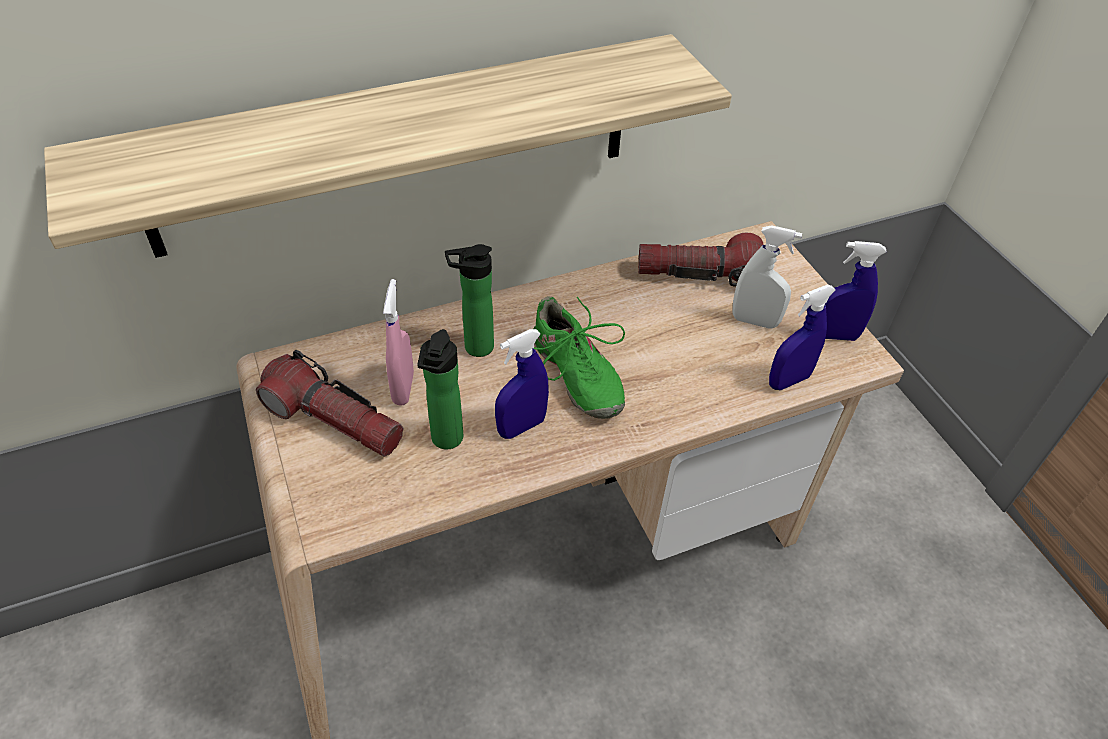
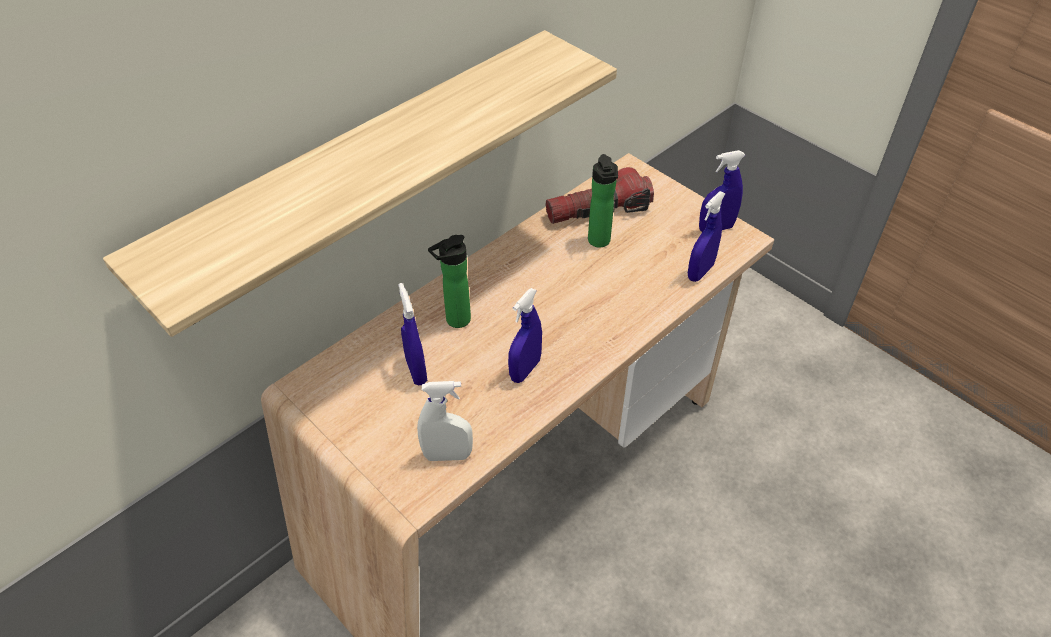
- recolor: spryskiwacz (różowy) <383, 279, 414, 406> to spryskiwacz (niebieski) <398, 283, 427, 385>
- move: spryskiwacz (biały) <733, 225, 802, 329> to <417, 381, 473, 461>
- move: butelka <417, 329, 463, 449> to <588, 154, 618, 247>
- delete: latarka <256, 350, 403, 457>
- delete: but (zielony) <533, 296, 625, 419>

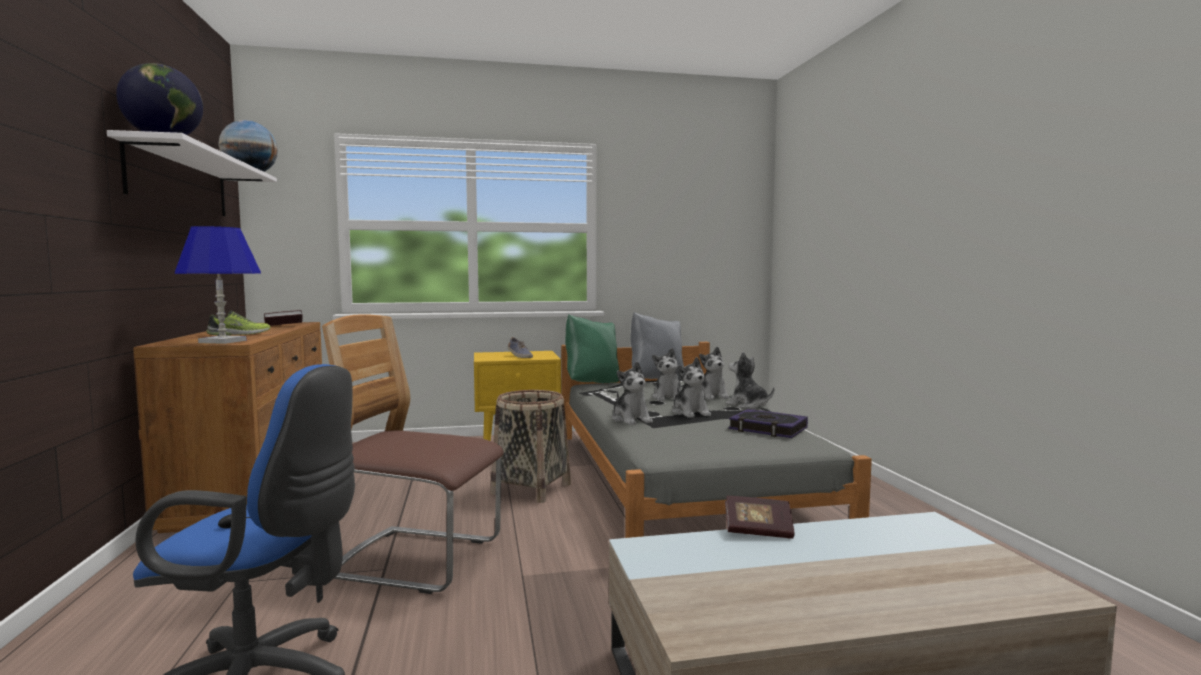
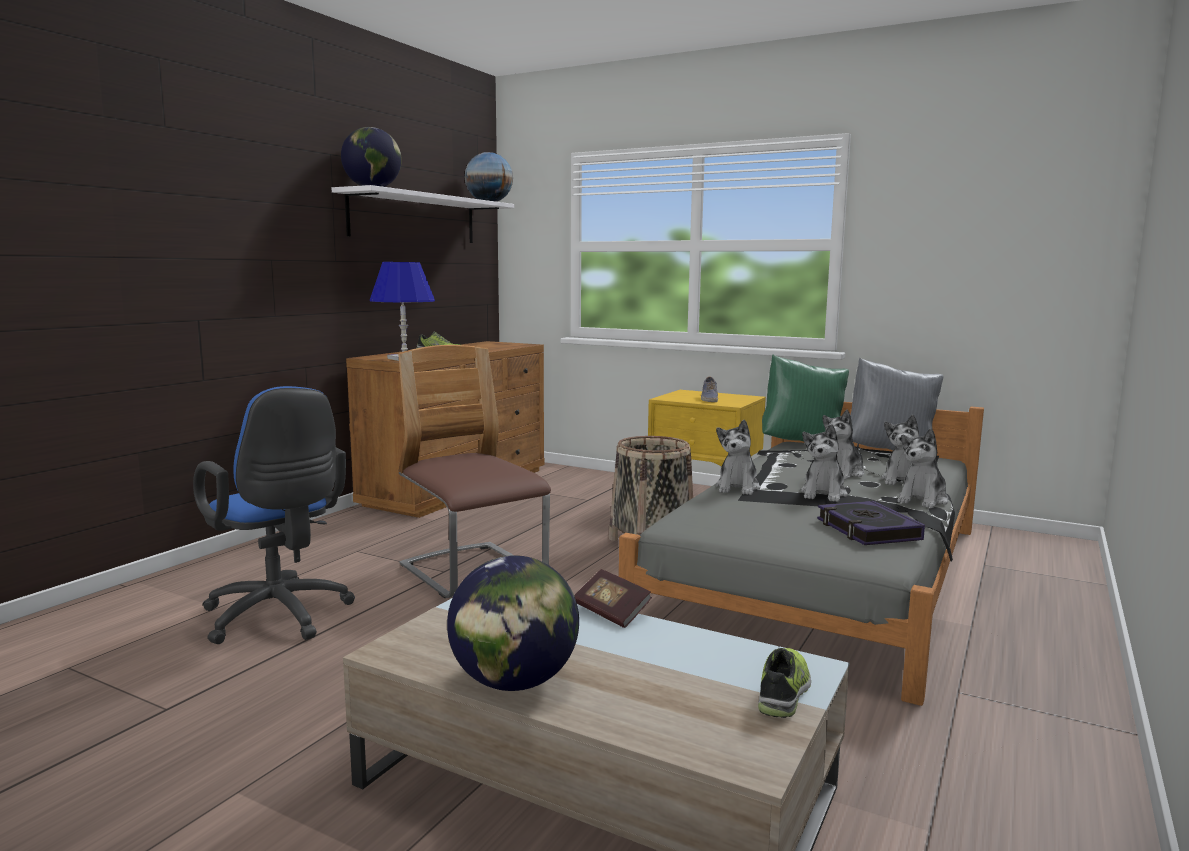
- insert: globus <447, 555, 579, 691>
- insert: but <758, 648, 811, 718>
- rotate: pluszak <726, 352, 774, 409> = <897, 428, 949, 508> 135 degrees counterclockwise
- delete: książka <264, 310, 303, 326>

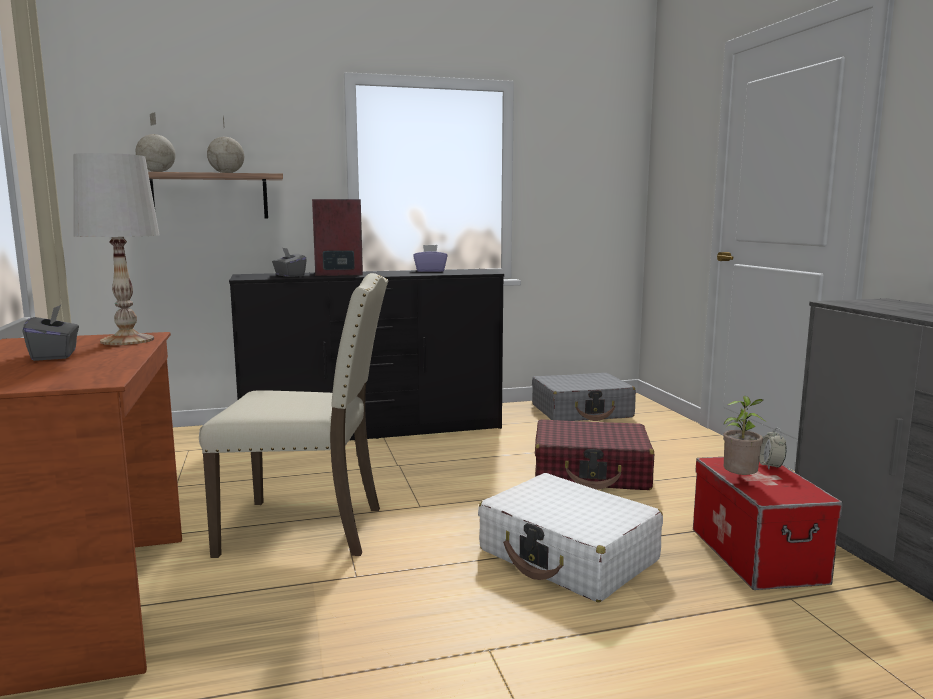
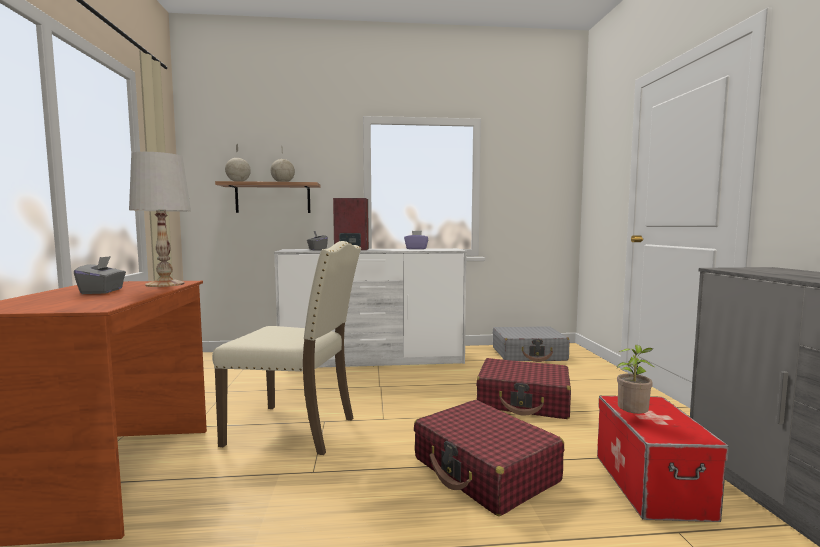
- recolor: komoda (czarny) <229, 269, 504, 441> to komoda (biały) <274, 248, 467, 368>
- recolor: walizka (biały) <478, 473, 663, 602> to walizka (czerwony) <414, 400, 564, 516>
- delete: budzik <759, 428, 787, 469>

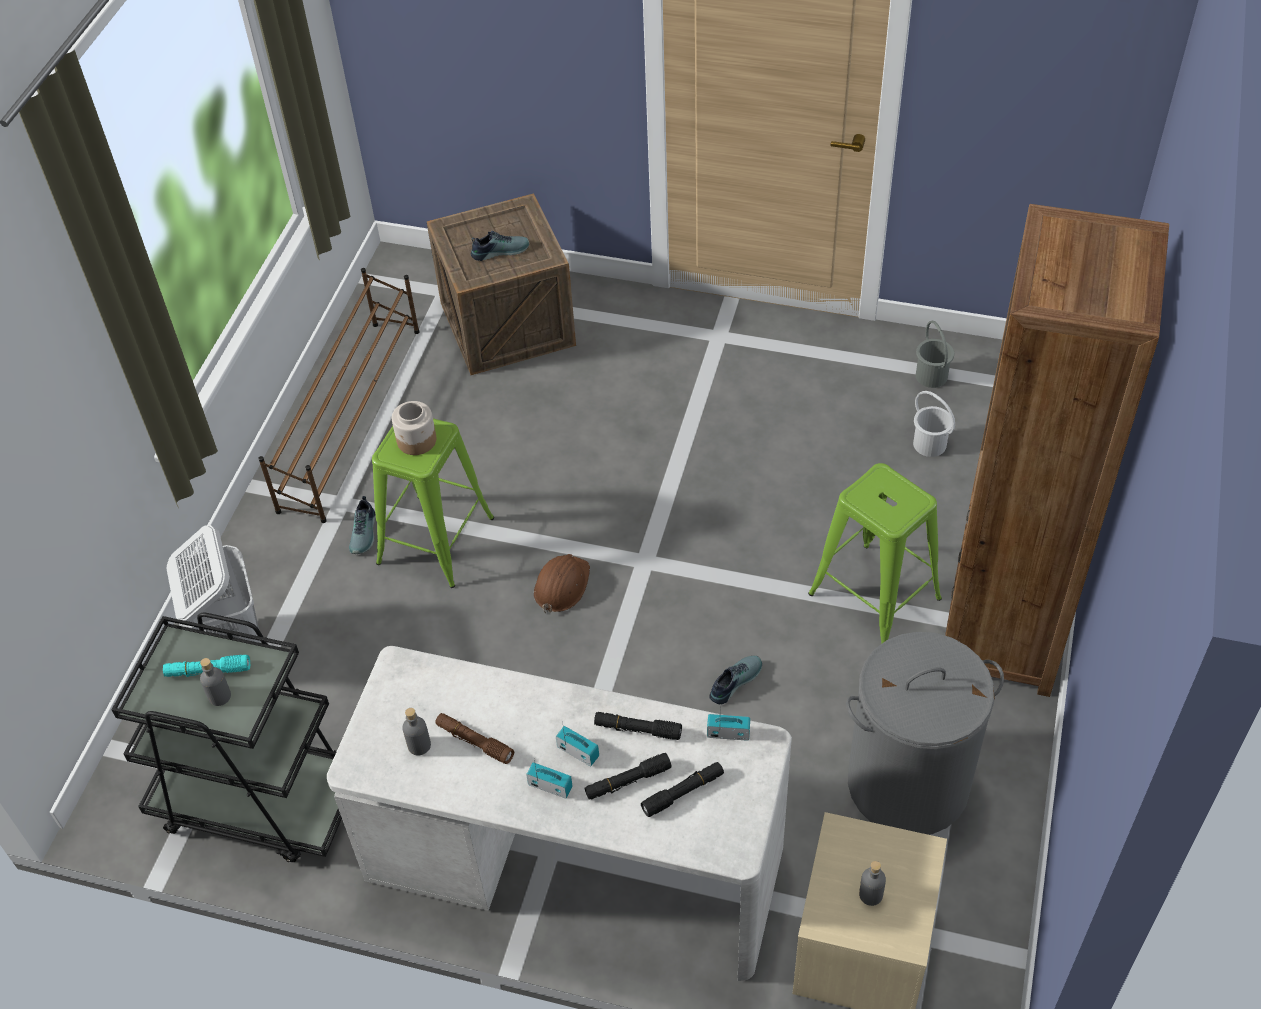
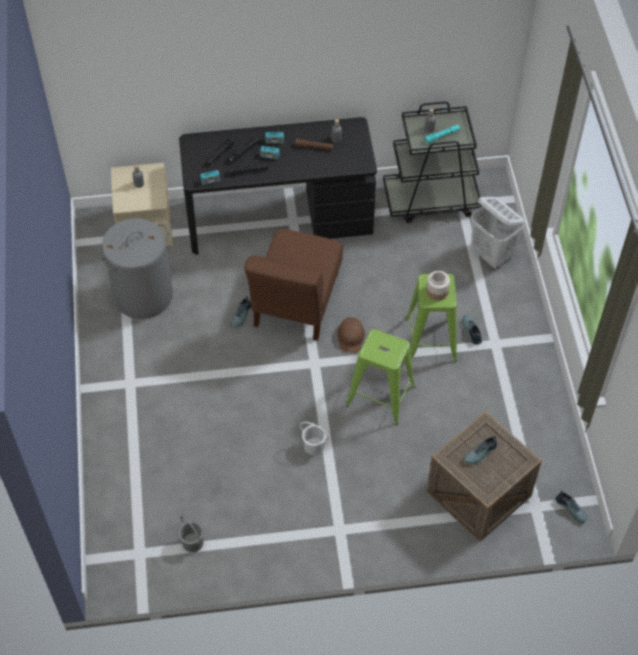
- recolor: biurko (biały) <327, 646, 792, 981> to biurko (czarny) <179, 117, 377, 255>
- insert: krzesło (brązowy) <244, 229, 343, 341>
- move: wiadro (biały) <913, 391, 955, 457> to <300, 422, 329, 455>
- move: stołek (zielony) <808, 463, 942, 643> to <346, 329, 416, 425>
- insert: but <556, 490, 587, 523>
- delete: regał na buty (brązowy) <258, 268, 419, 523>
- delete: regał (brązowy) <945, 204, 1169, 697>

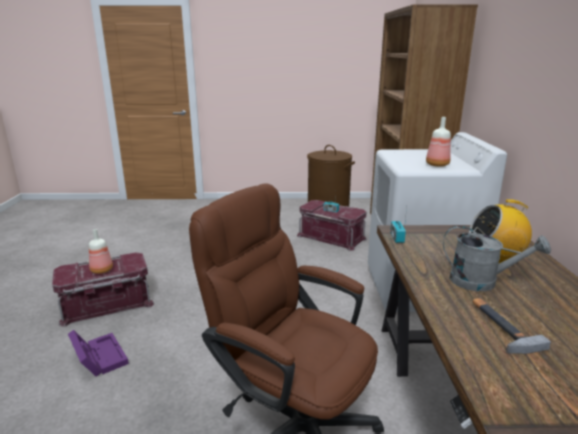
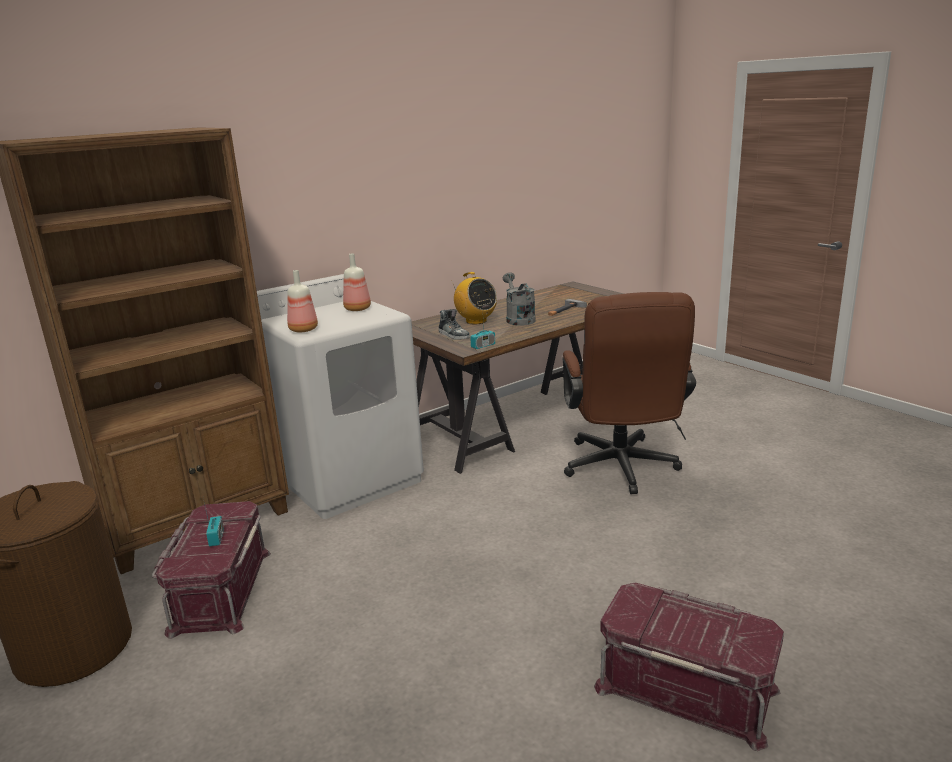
- move: butelka <89, 229, 113, 274> to <287, 270, 318, 332>
- insert: but <438, 309, 470, 340>
- delete: pojemnik do przechowywania (fioletowy) <68, 330, 129, 377>

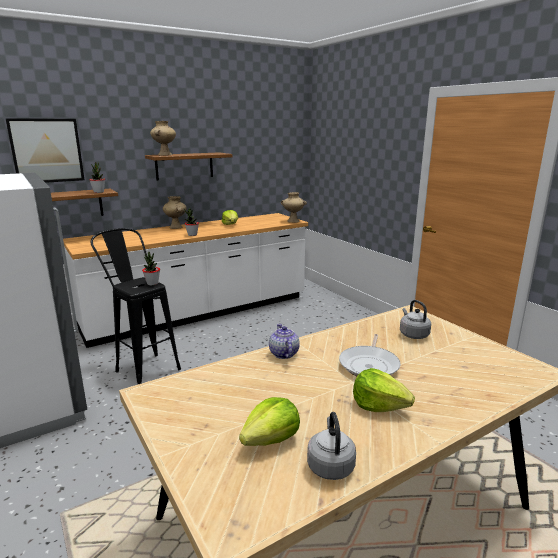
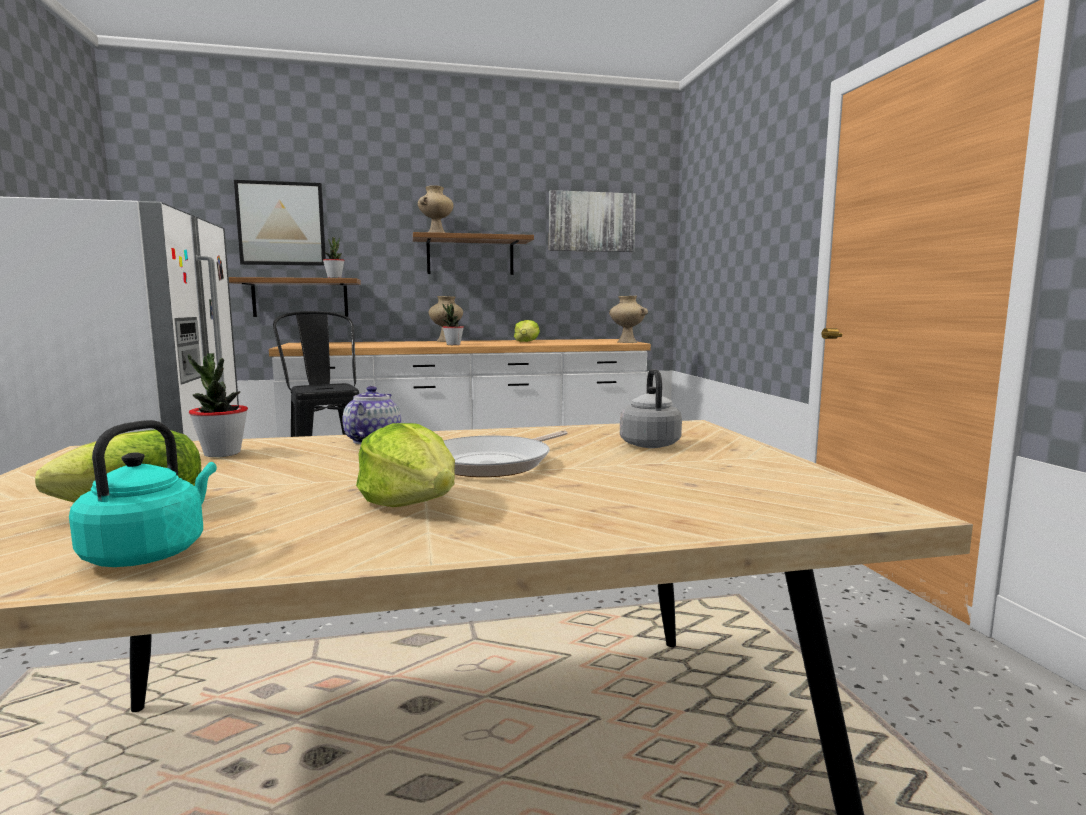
- recolor: czajnik (szary) <307, 412, 356, 480> to czajnik (turkusowy) <69, 420, 217, 567>
- move: roślina doniczkowa <142, 252, 160, 285> to <187, 353, 248, 457>
- insert: obraz <549, 190, 636, 252>

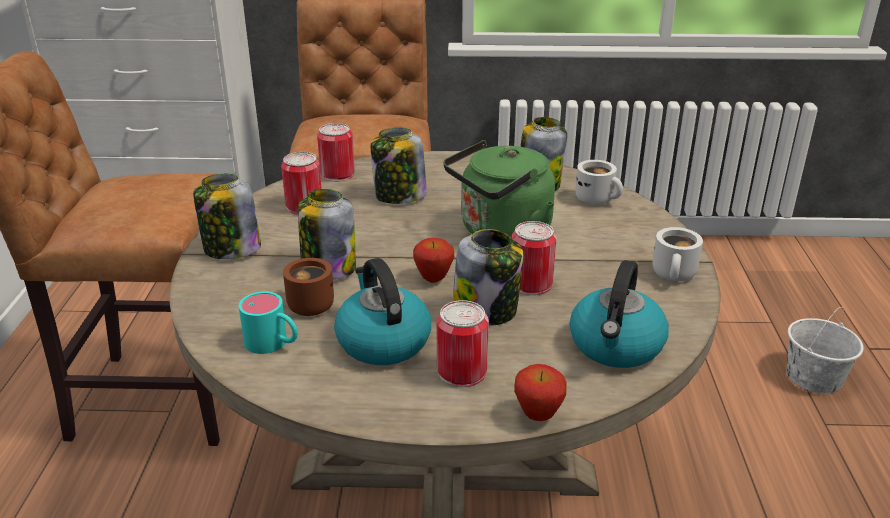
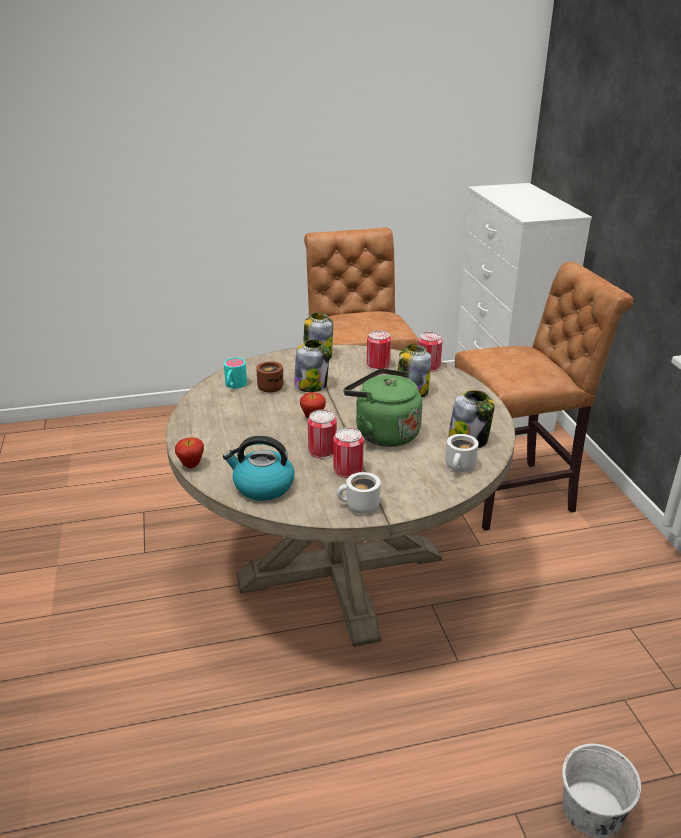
- move: puszka <436, 300, 489, 387> to <333, 427, 364, 478>
- delete: czajnik <334, 258, 431, 365>
- delete: słoik <453, 229, 523, 326>

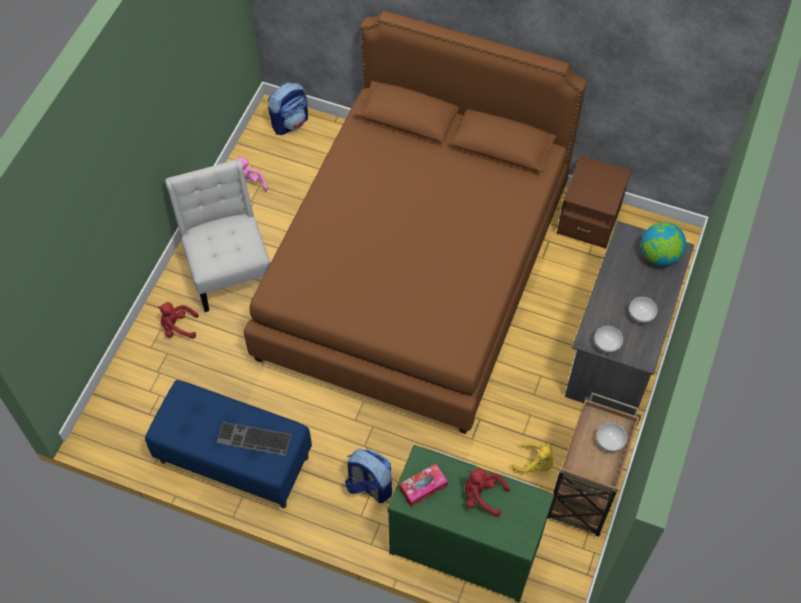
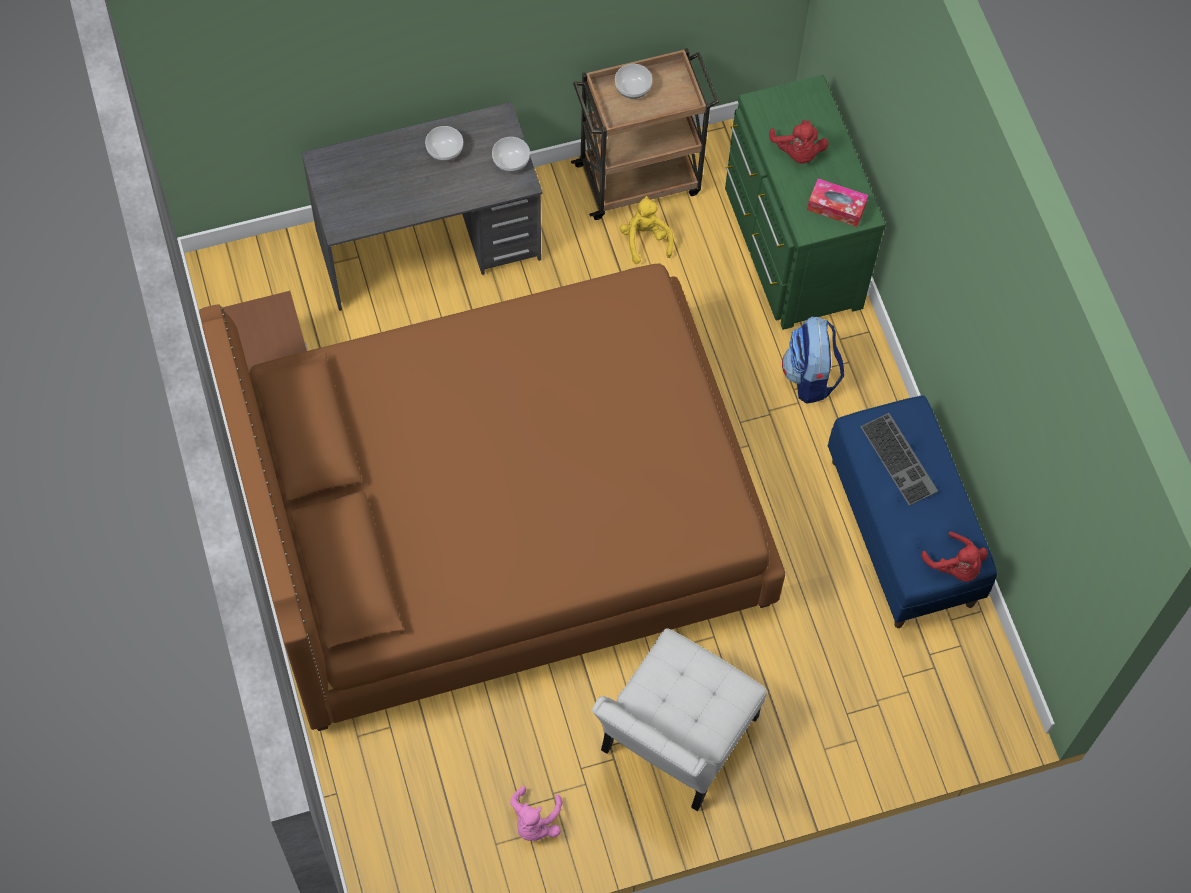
- move: pluszak (czerwony) <158, 302, 199, 339> to <921, 532, 988, 582>
- delete: plecak <268, 82, 308, 135>
- delete: globus <641, 222, 686, 266>

